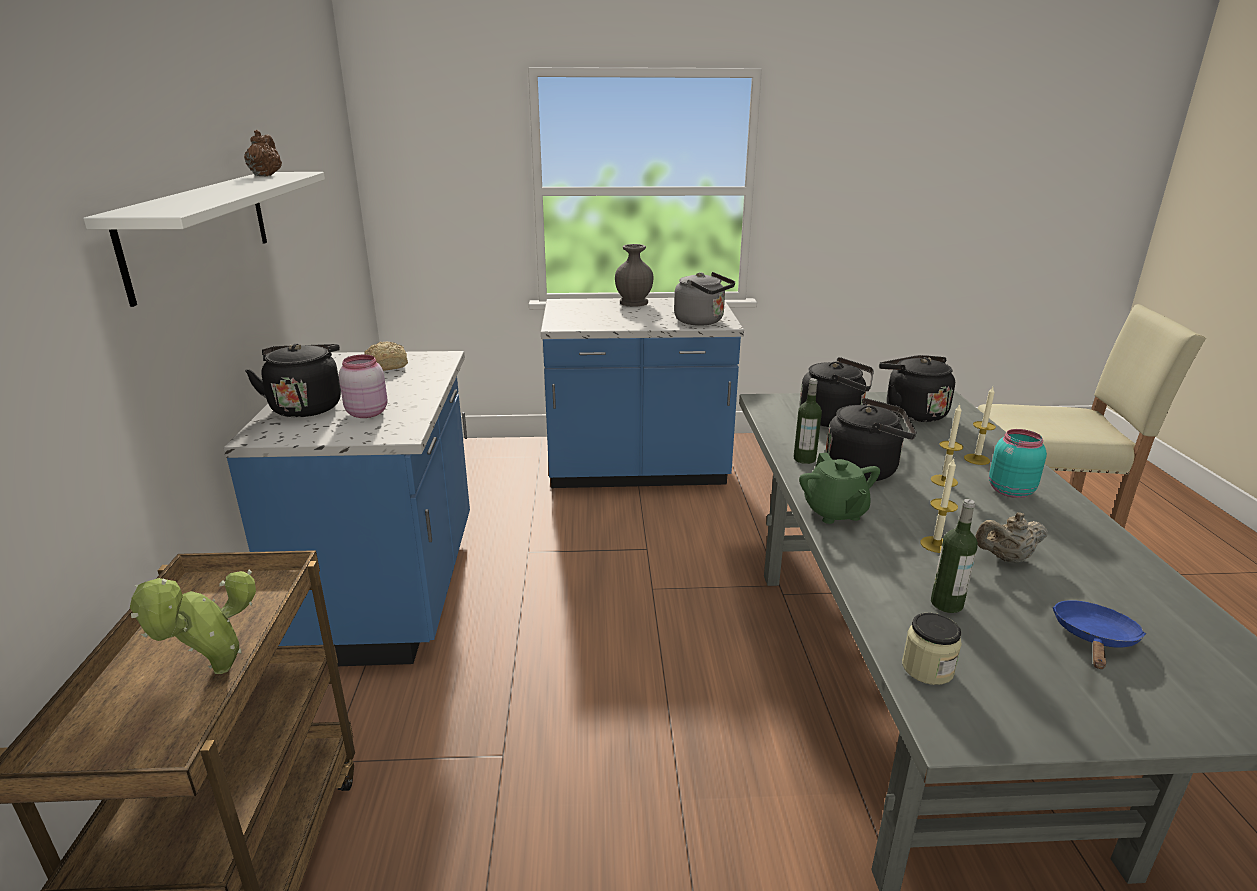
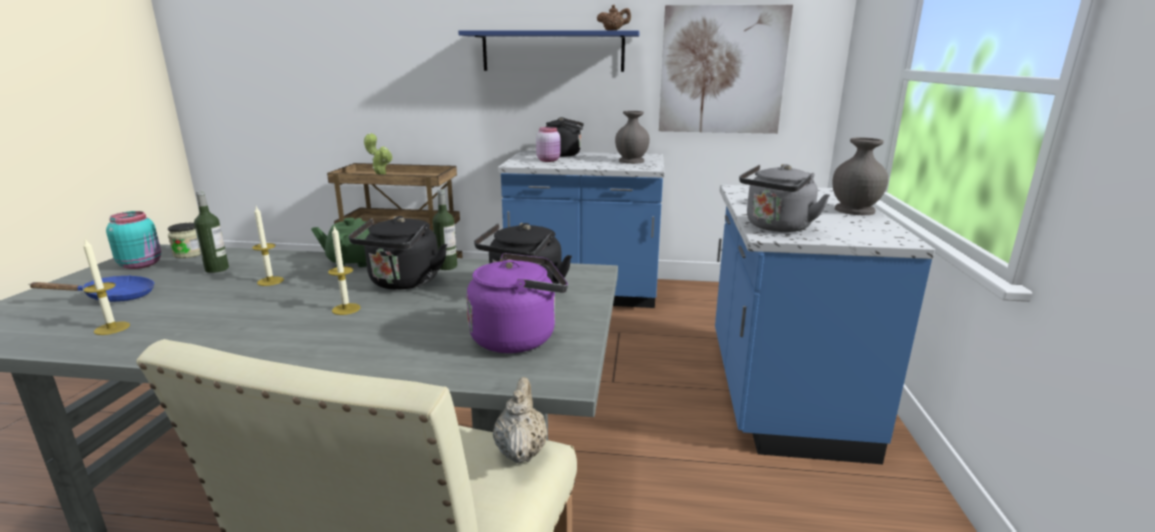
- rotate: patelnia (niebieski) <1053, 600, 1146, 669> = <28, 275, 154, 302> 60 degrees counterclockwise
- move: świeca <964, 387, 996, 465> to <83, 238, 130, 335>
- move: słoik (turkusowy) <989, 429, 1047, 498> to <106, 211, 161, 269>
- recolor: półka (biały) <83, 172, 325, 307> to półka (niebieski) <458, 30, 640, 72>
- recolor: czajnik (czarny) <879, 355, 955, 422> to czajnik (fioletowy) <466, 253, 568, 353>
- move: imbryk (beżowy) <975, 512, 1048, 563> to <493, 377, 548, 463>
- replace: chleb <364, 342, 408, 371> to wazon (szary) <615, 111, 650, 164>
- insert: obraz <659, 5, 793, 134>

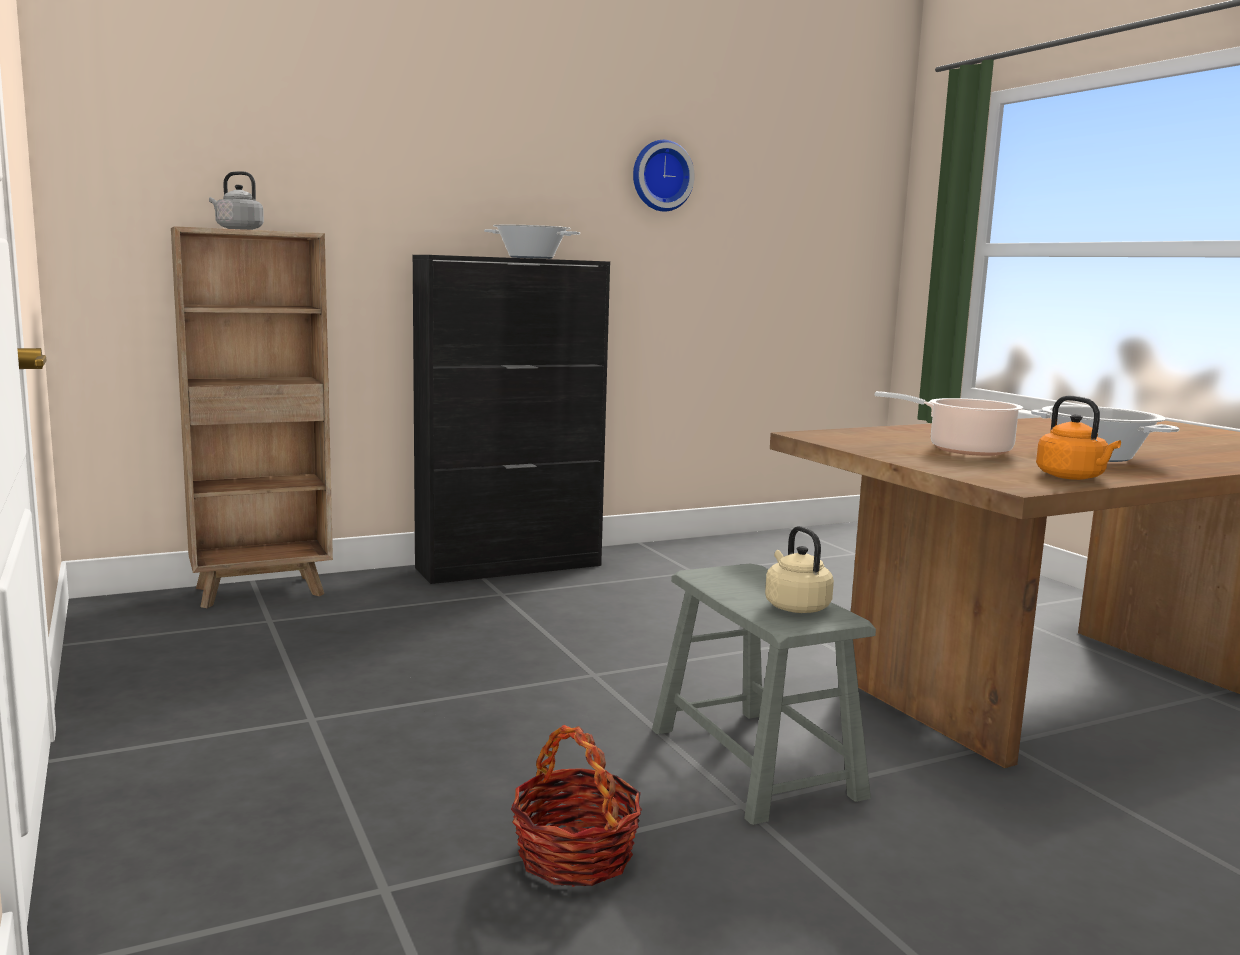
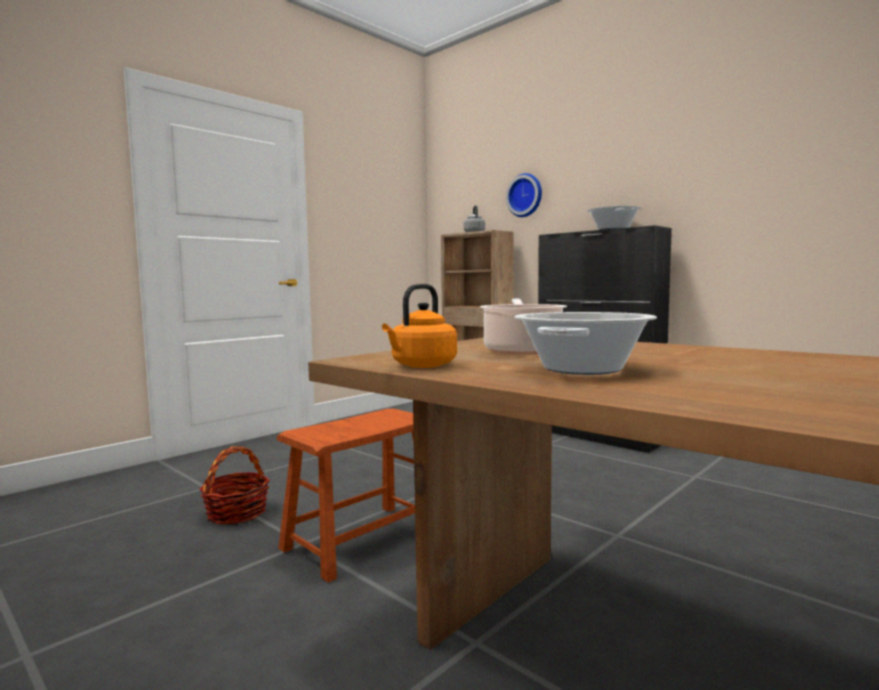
- recolor: stołek (szary) <652, 564, 876, 825> to stołek (brązowy) <277, 409, 415, 583>
- move: zegar ścienny <633, 140, 695, 212> to <506, 173, 542, 217>
- delete: czajnik (beżowy) <765, 526, 834, 613>

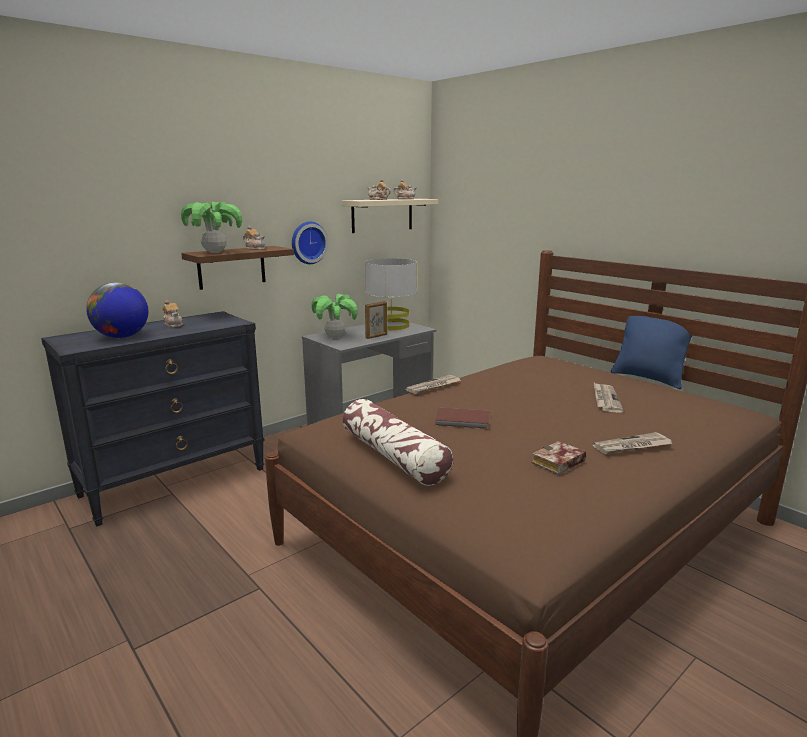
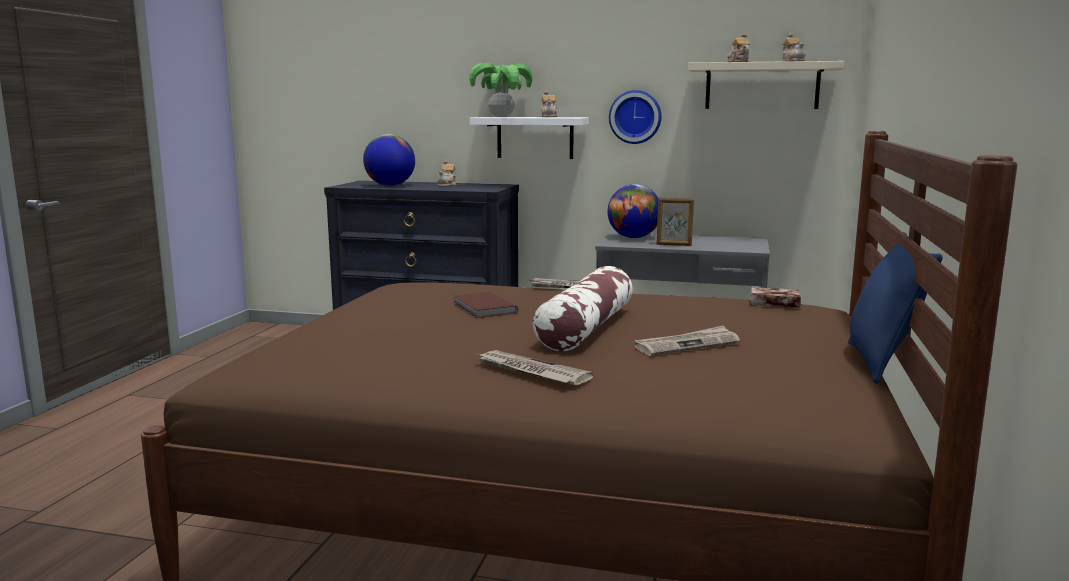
- recolor: półka (brązowy) <181, 246, 294, 290> to półka (biały) <470, 117, 589, 159>
- move: poduszka <343, 399, 453, 486> to <533, 266, 633, 351>
- replace: roślina doniczkowa <311, 294, 358, 338> to globus <608, 184, 658, 238>
- move: książka <532, 441, 586, 475> to <751, 287, 801, 308>
- delete: lampa stołowa (szary) <365, 258, 417, 330>

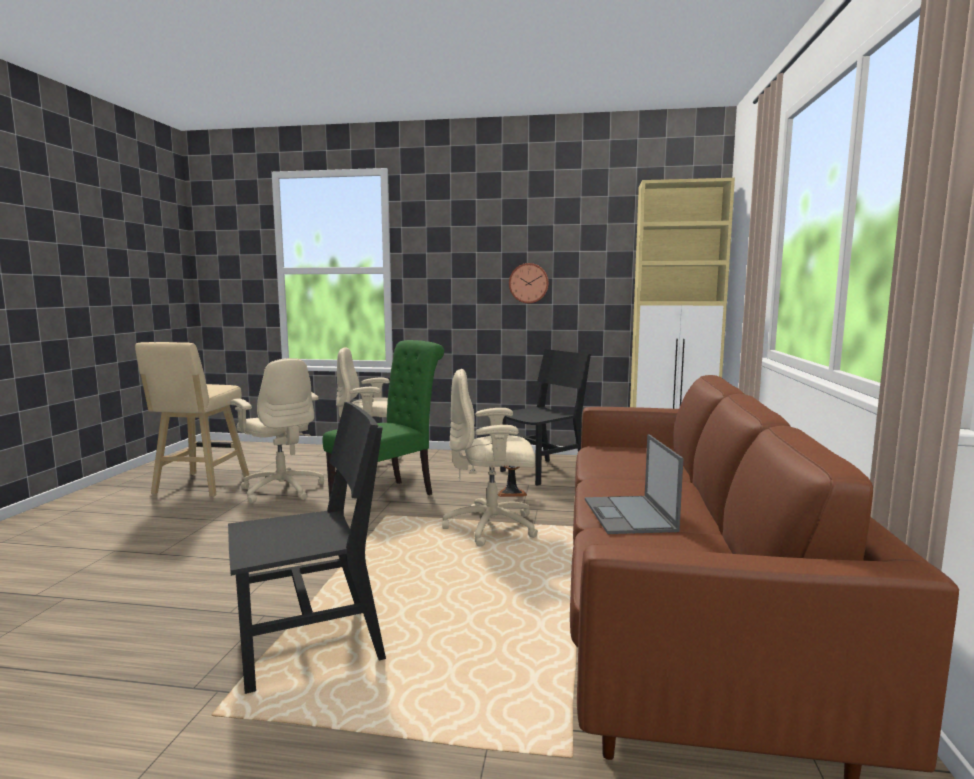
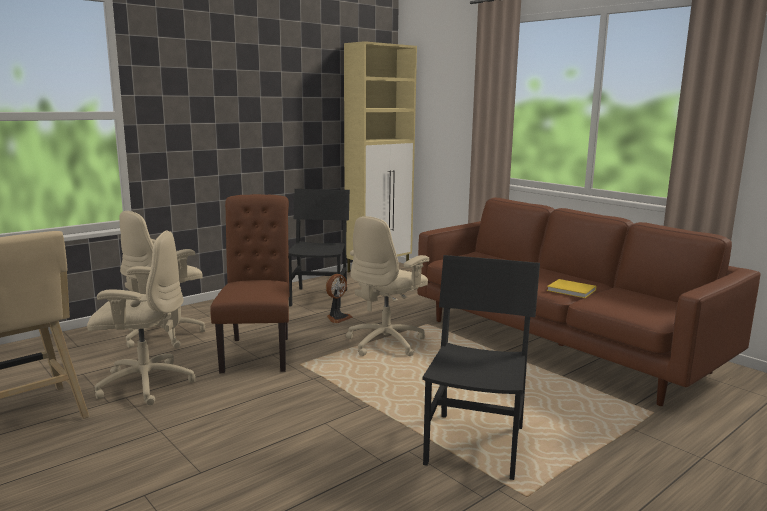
- recolor: krzesło (zielony) <322, 340, 444, 500> to krzesło (brązowy) <210, 194, 289, 373>
- replace: laptop <585, 434, 683, 534> to książka (żółty) <547, 279, 596, 298>
- delete: zegar ścienny <509, 263, 549, 303>

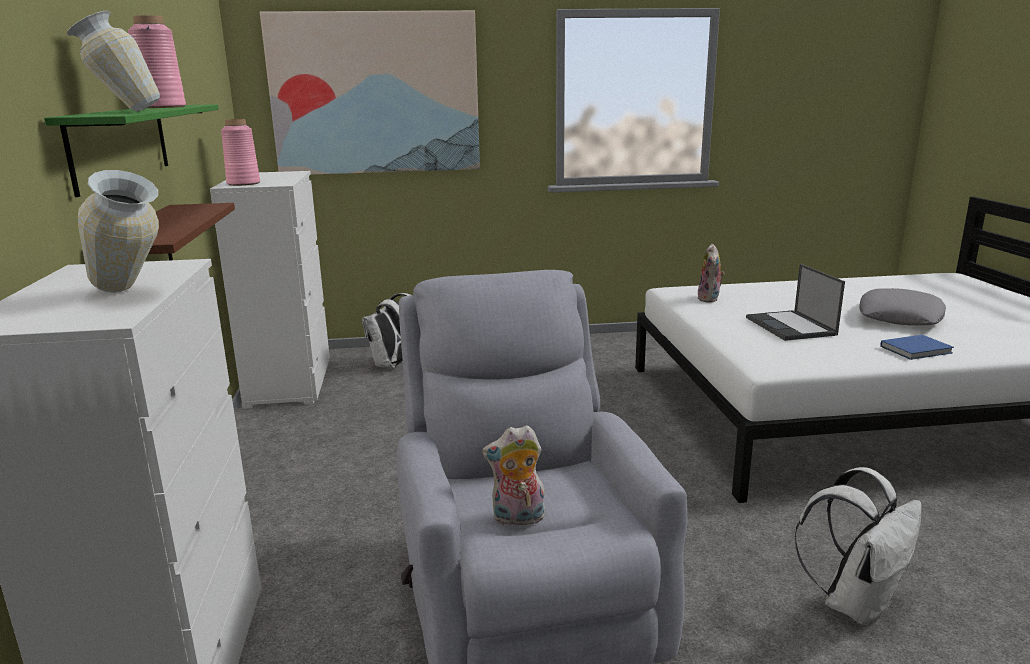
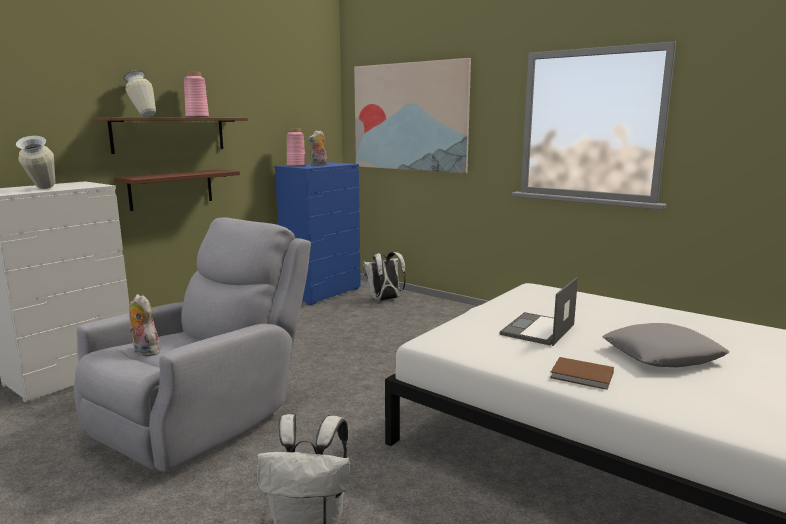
- recolor: półka (zielony) <44, 104, 218, 197> to półka (brązowy) <93, 117, 248, 154>
- recolor: komoda (biały) <210, 171, 330, 409> to komoda (niebieski) <275, 162, 361, 305>
- move: pluszak <698, 244, 725, 303> to <308, 130, 327, 166>
- recolor: książka (niebieski) <880, 335, 954, 360> to książka (brązowy) <550, 357, 614, 390>

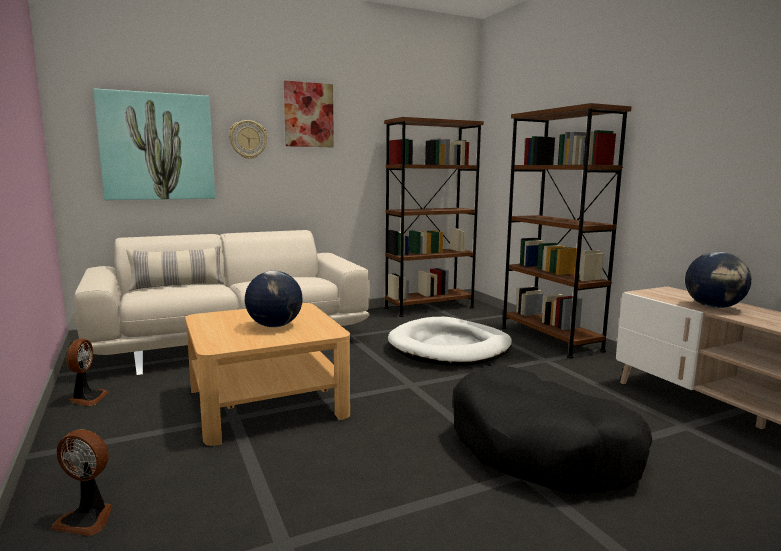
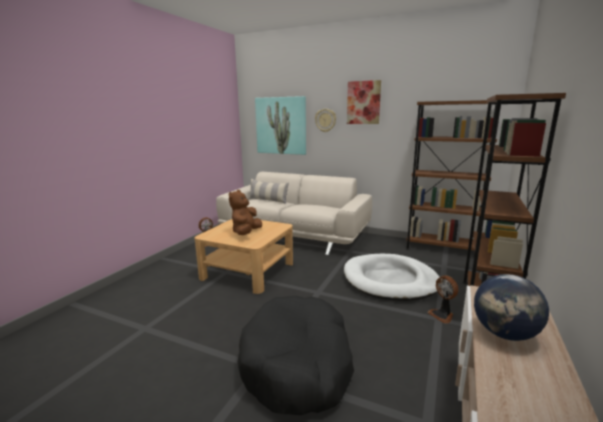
- replace: globus <245, 271, 303, 327> to pluszak (brązowy) <229, 190, 262, 235>
- move: wentylator <51, 429, 113, 536> to <428, 276, 458, 324>

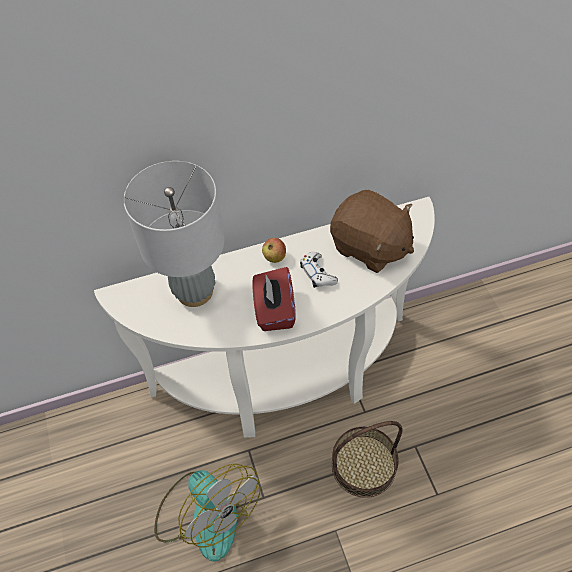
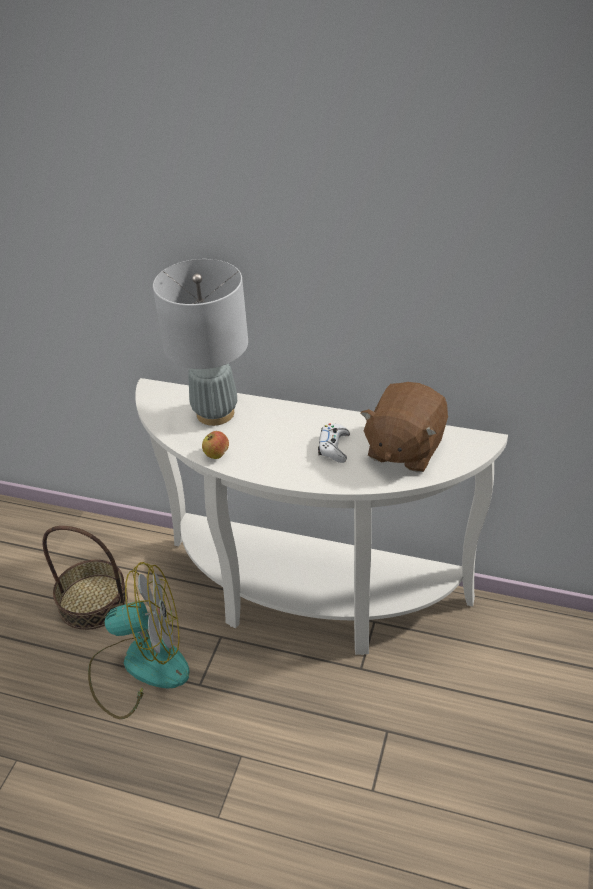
- move: koszyk <332, 421, 403, 498> to <43, 526, 128, 630>
- rotate: wentylator <154, 463, 261, 562> = <88, 562, 190, 719> 90 degrees counterclockwise
- move: jabłko <262, 238, 286, 263> to <202, 431, 229, 459>
- rotate: pluszak (brązowy) <330, 190, 414, 273> = <360, 382, 448, 472> 45 degrees clockwise
- delete: pudełko chusteczek (czerwony) <252, 267, 296, 331>

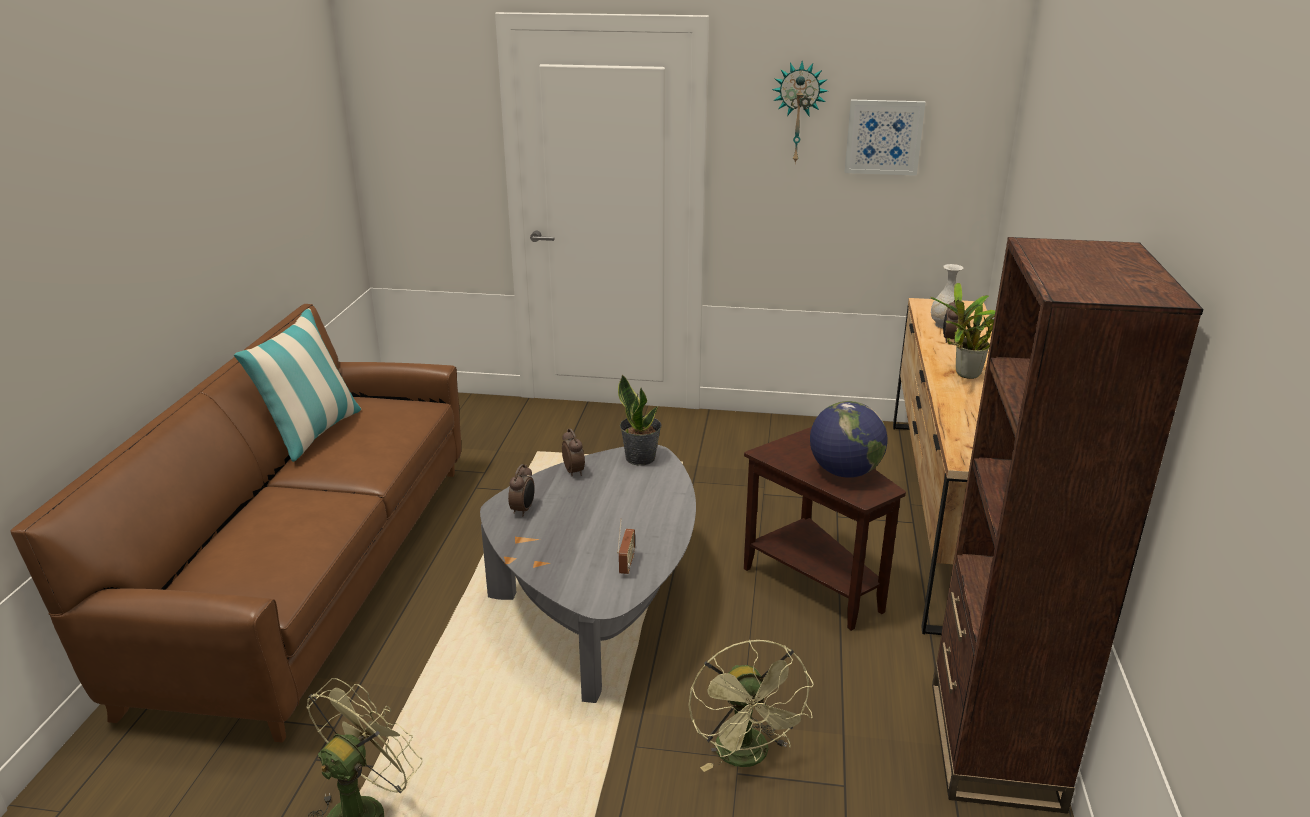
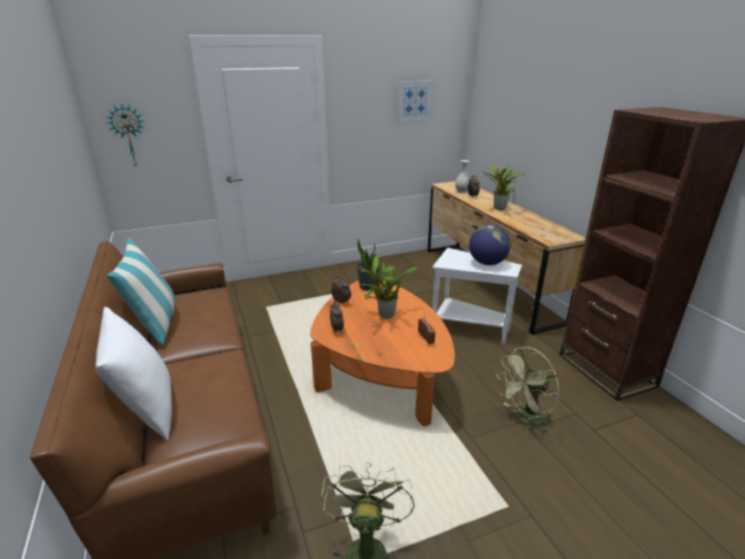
- insert: poduszka (biały) <95, 307, 172, 441>
- move: zegar ścienny <772, 61, 828, 164> to <105, 103, 145, 167>
- recolor: ława (szary) <480, 445, 696, 703> to ława (pomarańczowy) <310, 281, 455, 427>
- insert: roślina doniczkowa <358, 256, 417, 318>
- recolor: stolik (brązowy) <744, 427, 906, 631> to stolik (biały) <432, 248, 522, 344>
- rotate: wentylator (zielony) <689, 640, 814, 772> = <496, 347, 559, 434> 105 degrees clockwise

